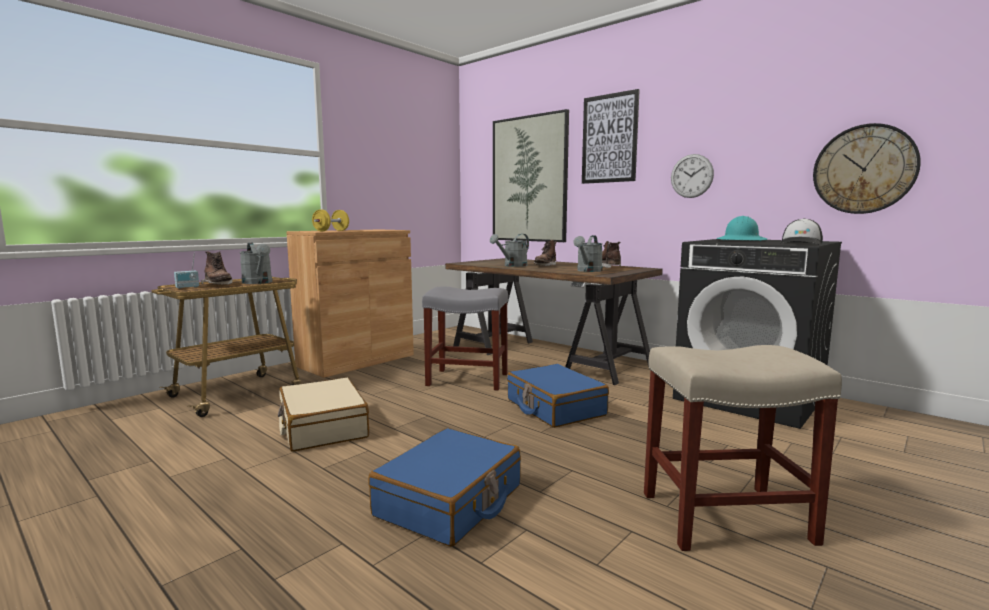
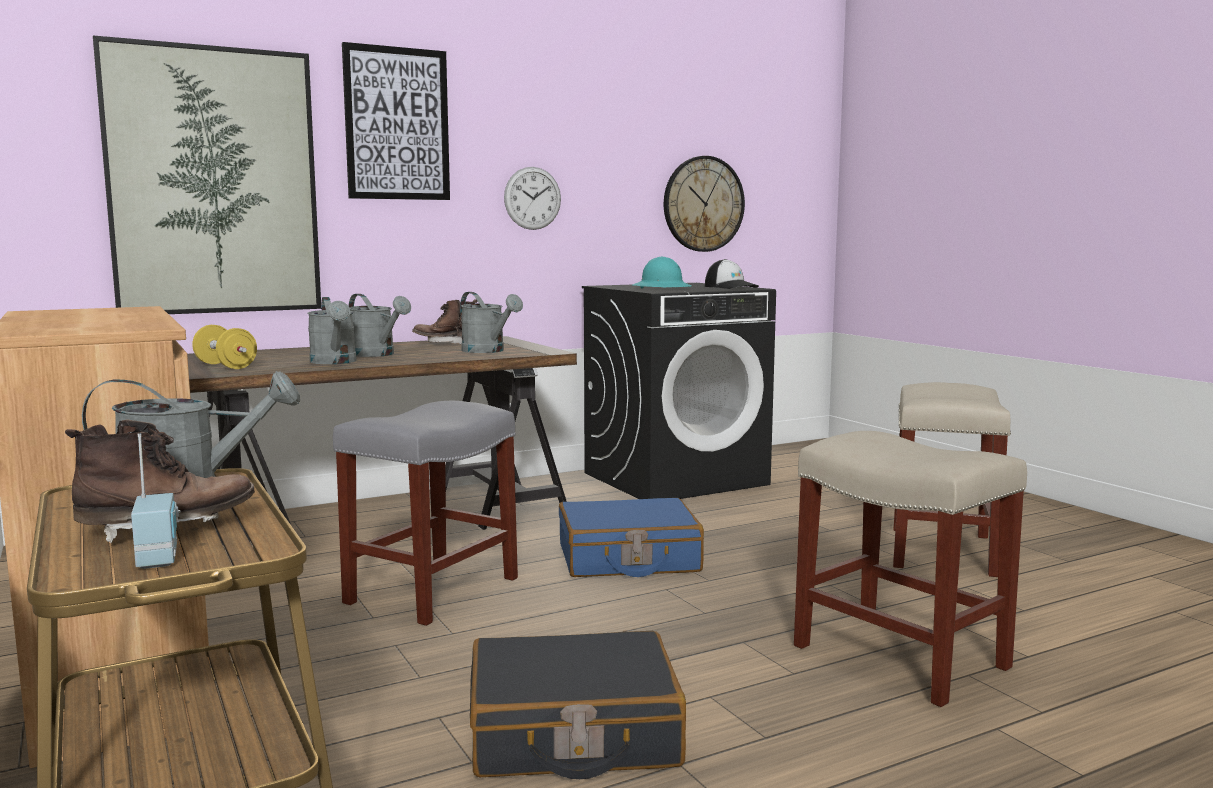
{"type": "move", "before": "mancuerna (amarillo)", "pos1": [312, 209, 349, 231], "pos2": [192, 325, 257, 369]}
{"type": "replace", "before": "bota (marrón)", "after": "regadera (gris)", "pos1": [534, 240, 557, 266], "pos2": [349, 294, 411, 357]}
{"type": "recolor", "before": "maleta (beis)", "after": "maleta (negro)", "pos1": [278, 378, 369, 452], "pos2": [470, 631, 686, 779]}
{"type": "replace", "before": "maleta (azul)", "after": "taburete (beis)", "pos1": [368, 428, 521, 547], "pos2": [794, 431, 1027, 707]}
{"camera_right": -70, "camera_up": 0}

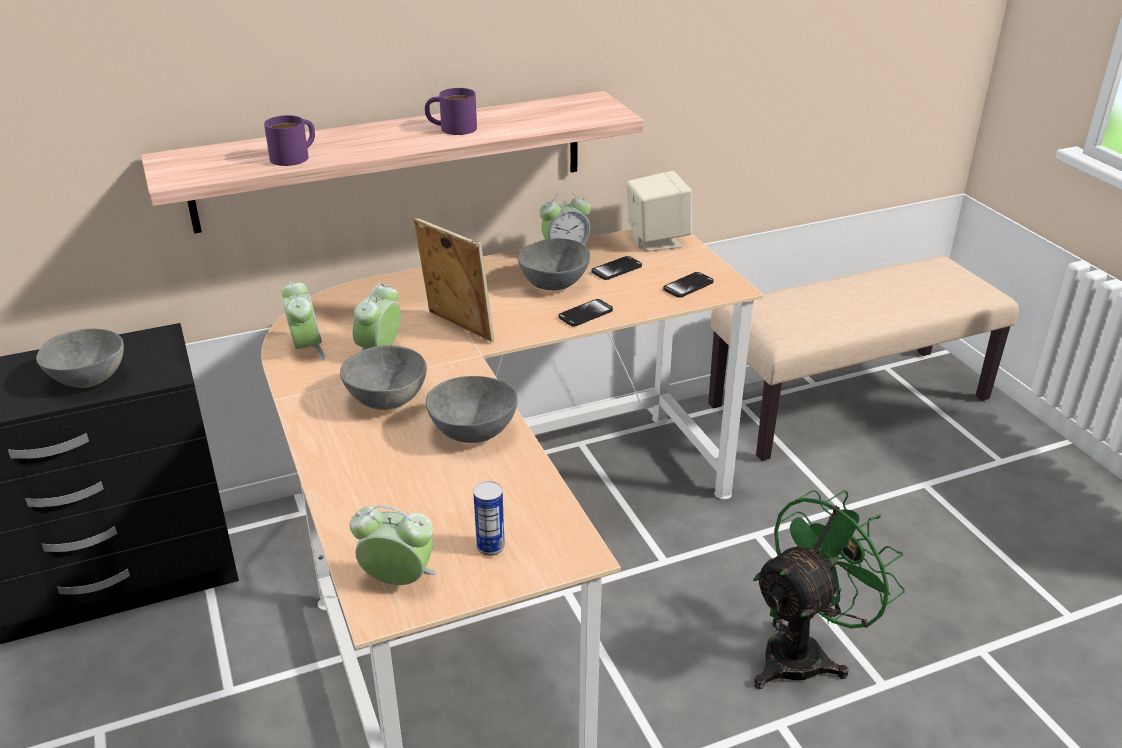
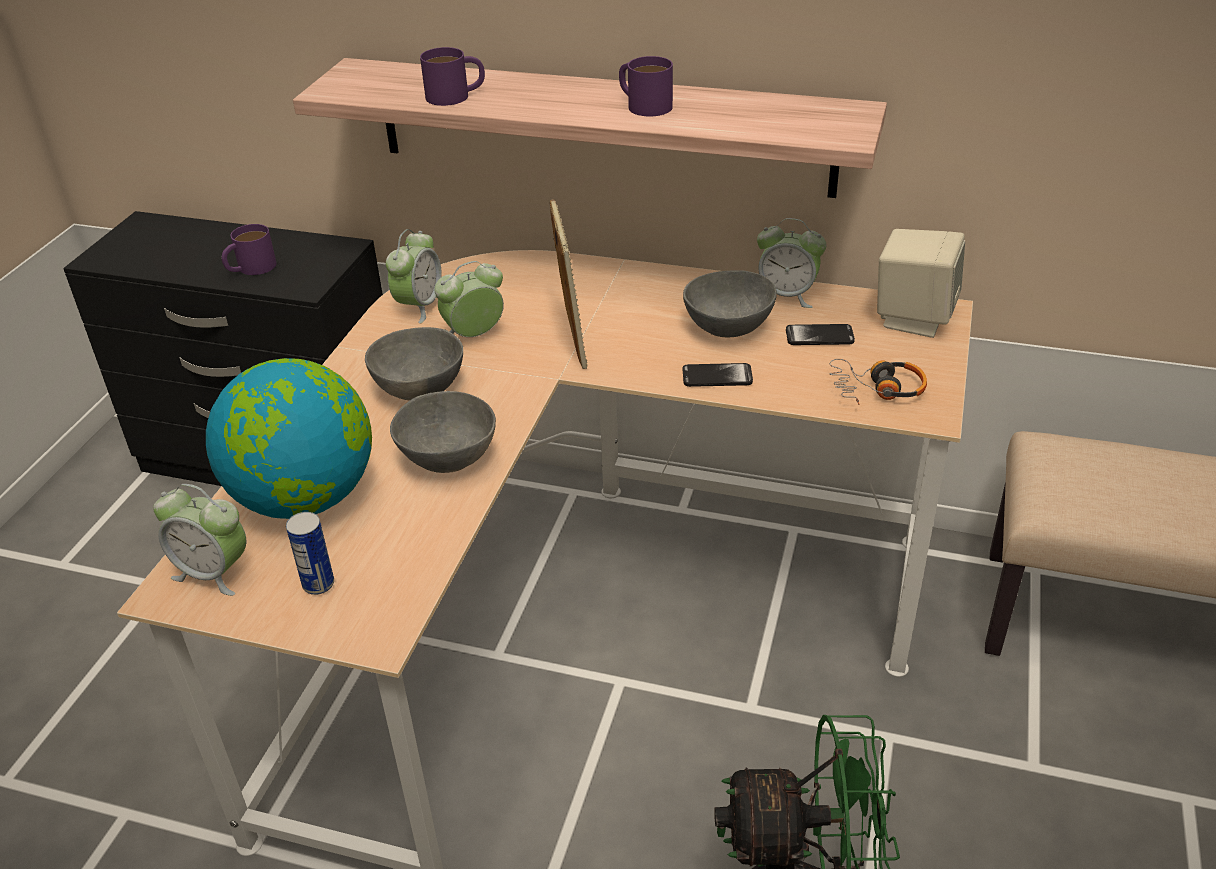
{"type": "replace", "before": "móvil", "after": "auriculares", "pos1": [663, 272, 714, 298], "pos2": [829, 359, 927, 405]}
{"type": "replace", "before": "cuenco (gris)", "after": "taza grande (morado)", "pos1": [36, 328, 124, 388], "pos2": [222, 224, 277, 275]}
{"type": "rotate", "before": "despertador", "pos1": [350, 505, 437, 585], "pos2": [153, 484, 246, 596], "turn": 150}
{"type": "insert", "after": "globo terráqueo", "pos2": [206, 358, 372, 519]}
{"camera_right": 40, "camera_up": 5}

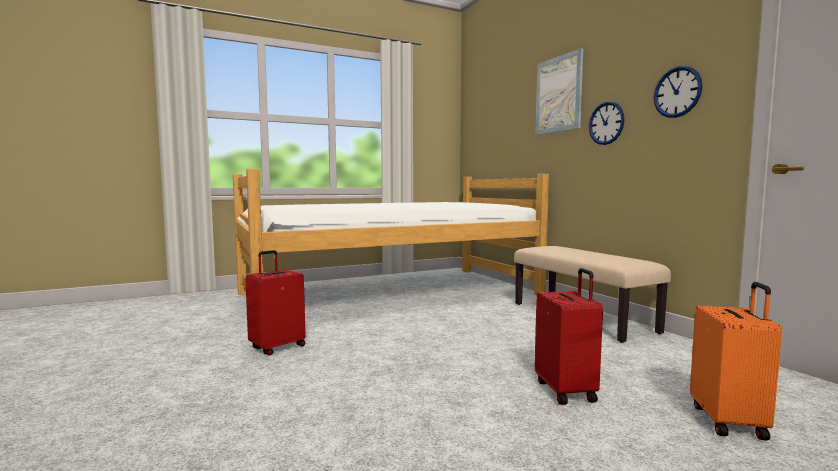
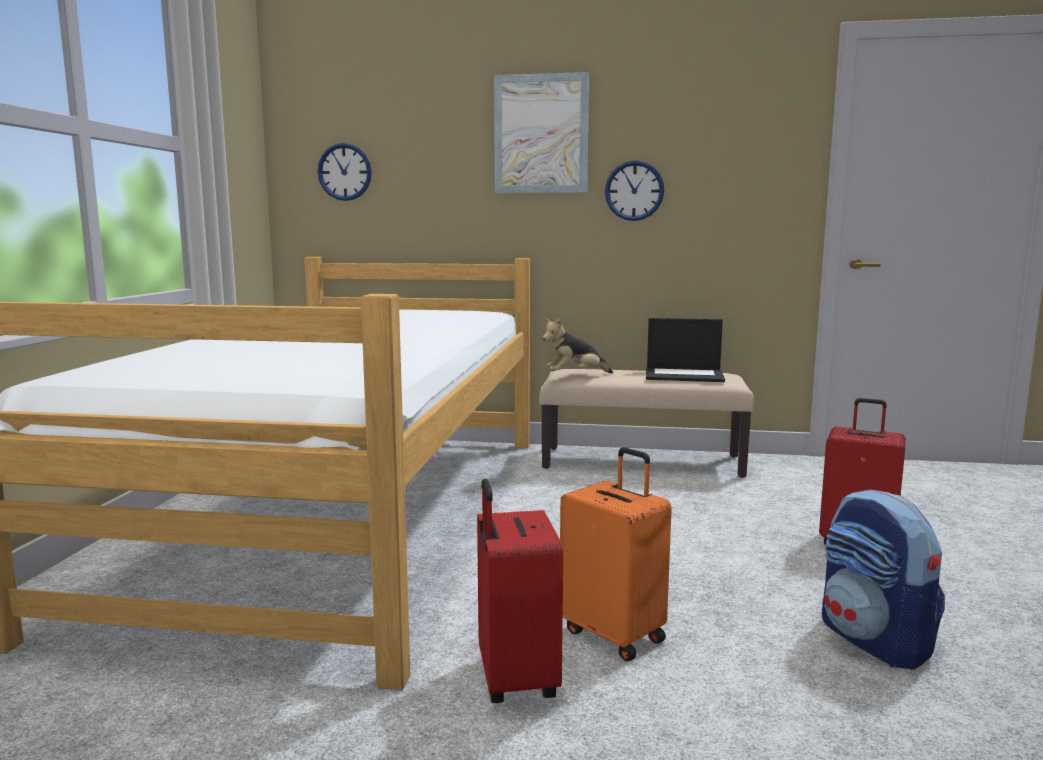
{"type": "move", "before": "reloj de pared", "pos1": [654, 66, 703, 118], "pos2": [318, 143, 372, 201]}
{"type": "move", "before": "maleta (naranja)", "pos1": [690, 282, 782, 441], "pos2": [560, 447, 672, 661]}
{"type": "insert", "after": "peluche", "pos2": [543, 318, 613, 374]}
{"type": "insert", "after": "portátil", "pos2": [646, 318, 725, 382]}
{"type": "insert", "after": "mochila", "pos2": [822, 490, 945, 670]}
{"camera_right": -55, "camera_up": 5}

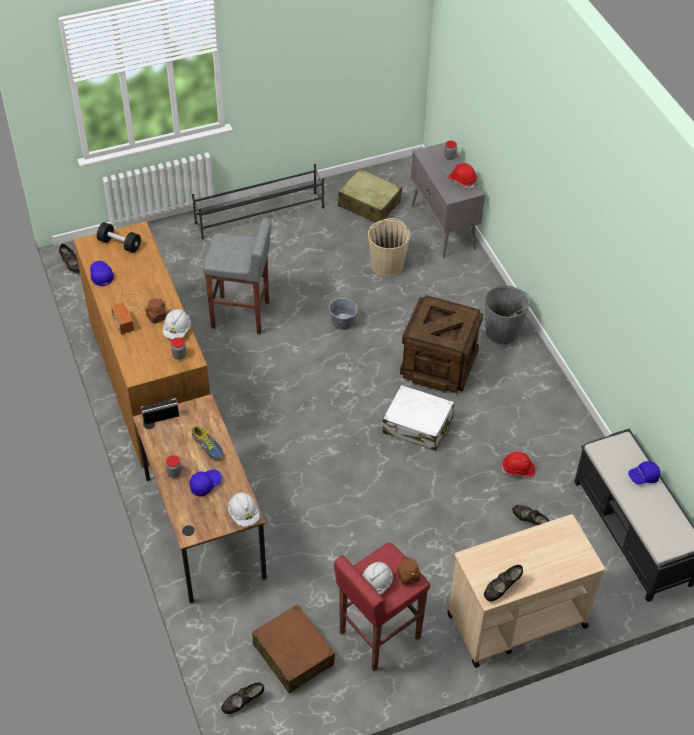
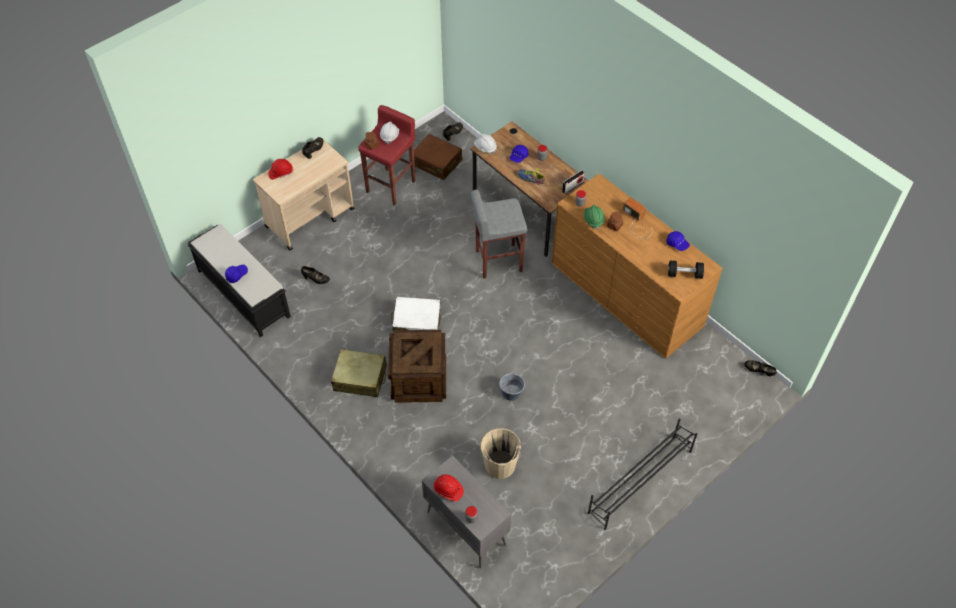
{"type": "move", "before": "maleta (beis)", "pos1": [338, 169, 402, 222], "pos2": [331, 349, 387, 397]}
{"type": "move", "before": "taburete (gris)", "pos1": [202, 218, 271, 335], "pos2": [471, 190, 527, 279]}
{"type": "delete", "before": "cubo (gris)", "pos1": [485, 284, 531, 344]}
{"type": "recolor", "before": "casco (blanco)", "after": "casco (verde)", "pos1": [163, 309, 191, 339], "pos2": [584, 205, 605, 229]}
{"type": "move", "before": "casco (rojo)", "pos1": [501, 452, 535, 477], "pos2": [269, 159, 293, 180]}
{"camera_right": 160, "camera_up": 5}

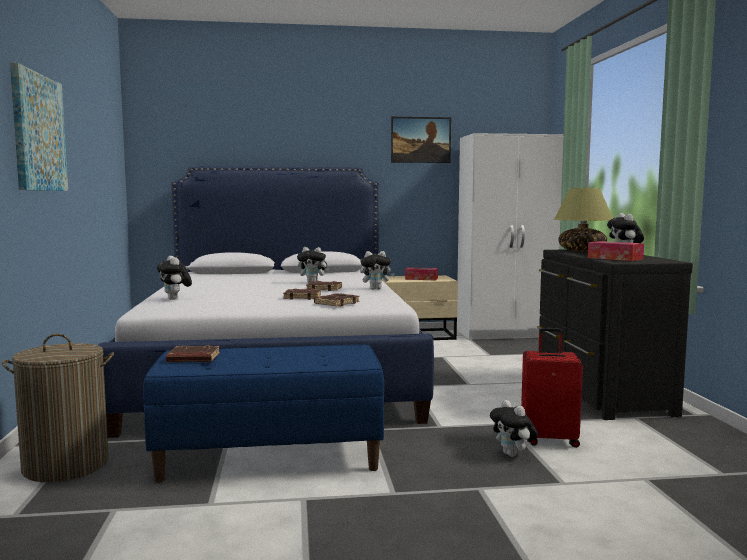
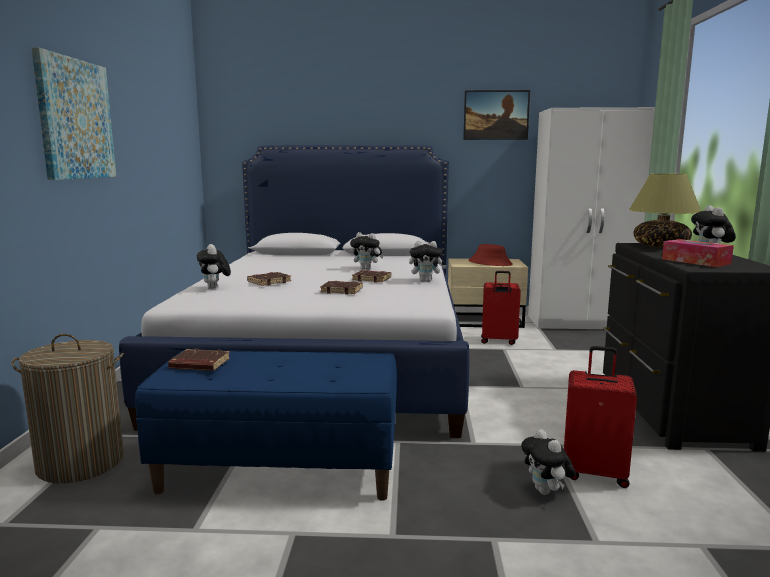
{"type": "replace", "before": "caja de pañuelos", "after": "sombrero (rojo)", "pos1": [405, 267, 438, 280], "pos2": [469, 244, 513, 266]}
{"type": "move", "before": "libro (marrón)", "pos1": [314, 293, 360, 307], "pos2": [247, 272, 291, 286]}
{"type": "insert", "after": "maleta (rojo)", "pos2": [481, 271, 521, 345]}
{"camera_right": 10, "camera_up": 5}

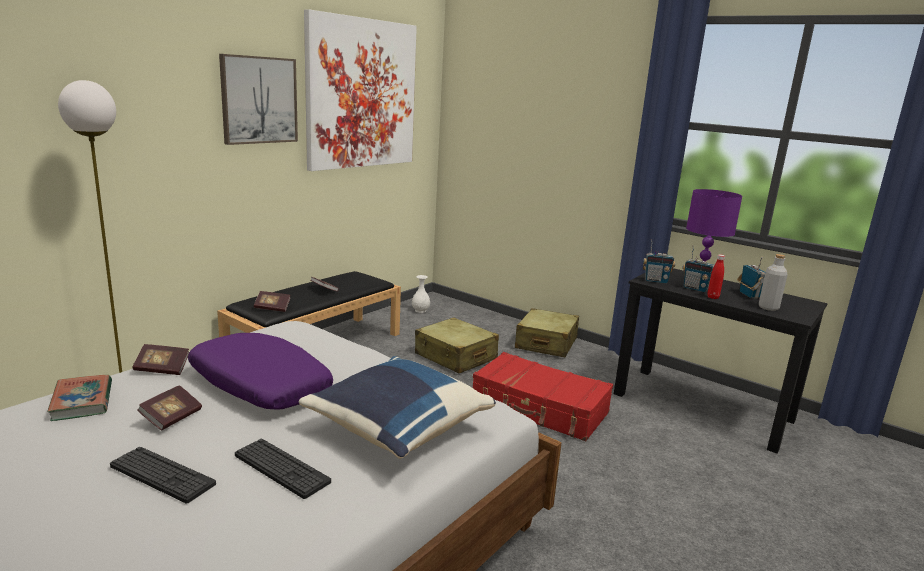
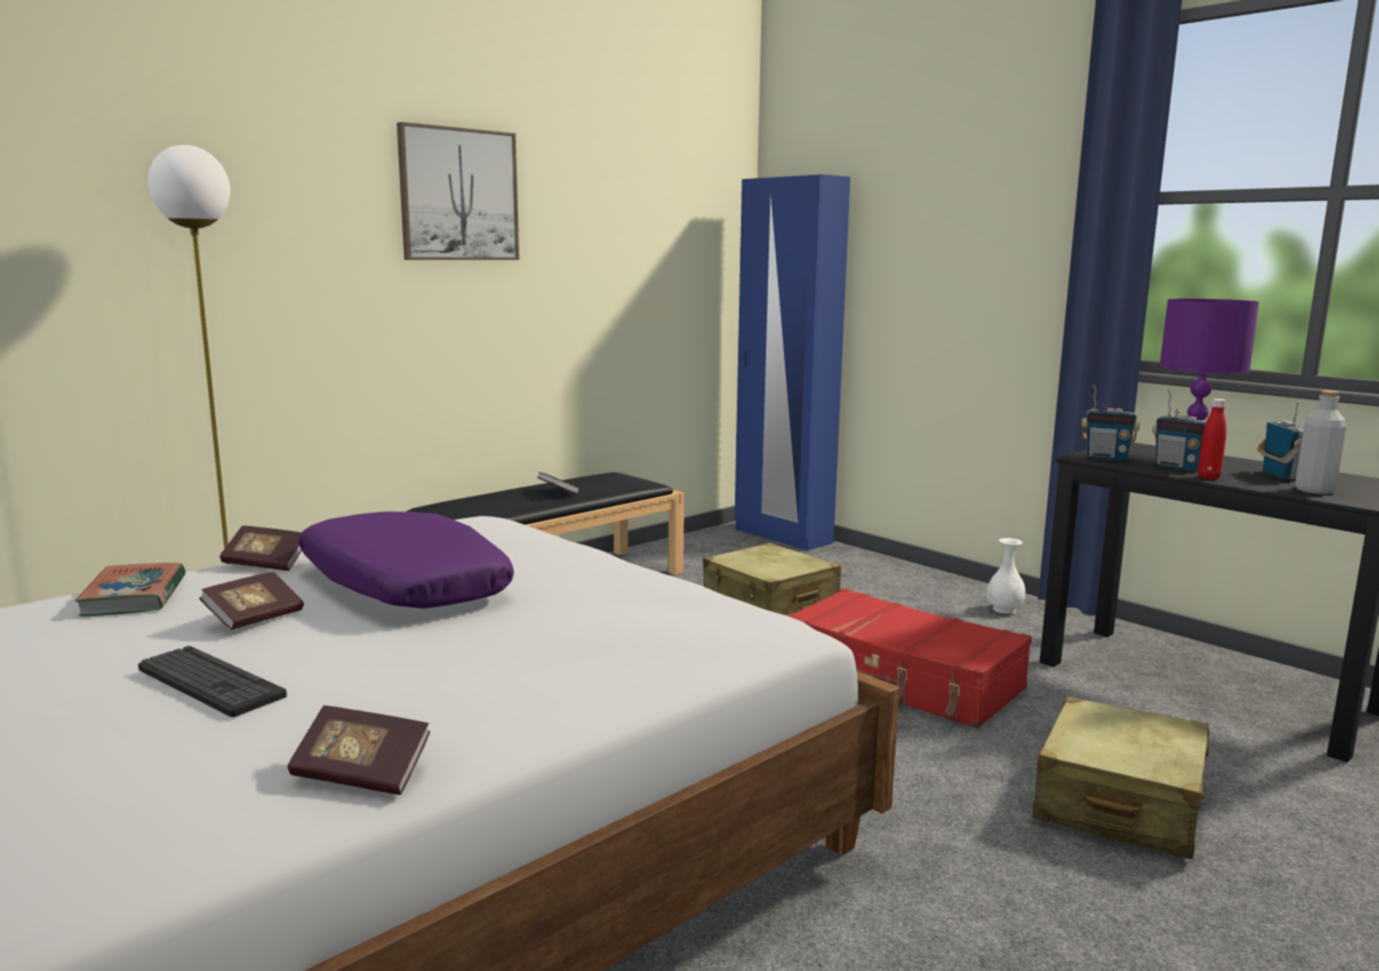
{"type": "delete", "before": "cuadro", "pos1": [304, 9, 417, 171]}
{"type": "move", "before": "florero (blanco)", "pos1": [412, 275, 430, 313], "pos2": [987, 538, 1025, 614]}
{"type": "move", "before": "libro", "pos1": [254, 291, 291, 312], "pos2": [288, 705, 430, 795]}
{"type": "move", "before": "maleta (beis)", "pos1": [515, 308, 579, 357], "pos2": [1033, 696, 1209, 859]}
{"type": "delete", "before": "cojín (azul)", "pos1": [299, 356, 496, 459]}
{"type": "delete", "before": "teclado", "pos1": [235, 439, 331, 499]}
{"type": "insert", "after": "armario ropero (azul)", "pos2": [735, 174, 850, 551]}
{"camera_right": 10, "camera_up": -5}

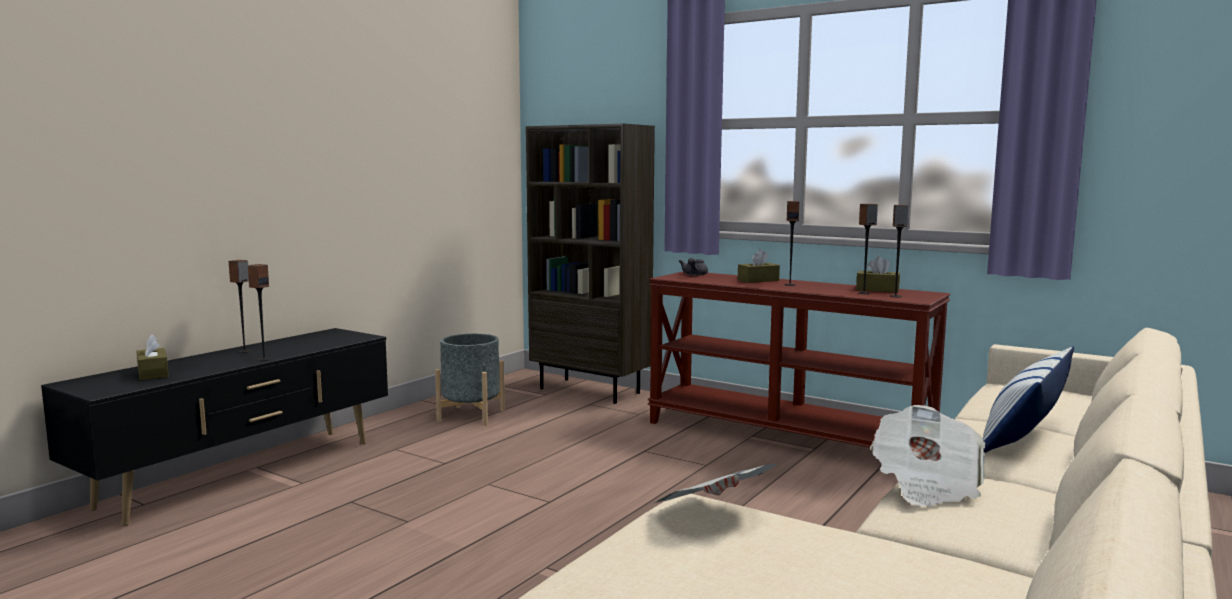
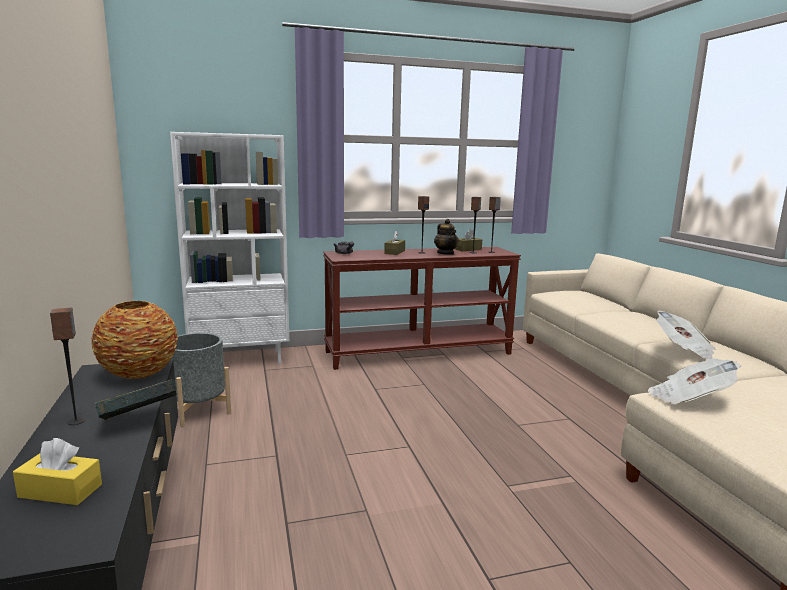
{"type": "recolor", "before": "estantería (marrón)", "after": "estantería (blanco)", "pos1": [526, 124, 655, 404], "pos2": [170, 132, 289, 364]}
{"type": "replace", "before": "altavoz", "after": "libro", "pos1": [248, 264, 271, 361], "pos2": [95, 379, 177, 420]}
{"type": "recolor", "before": "caja de pañuelos (marrón)", "after": "caja de pañuelos (amarillo)", "pos1": [136, 334, 169, 380], "pos2": [13, 438, 102, 505]}
{"type": "delete", "before": "cojín", "pos1": [983, 346, 1074, 453]}
{"type": "insert", "after": "tetera", "pos2": [434, 219, 459, 255]}
{"type": "insert", "after": "florero", "pos2": [91, 301, 178, 379]}
{"camera_right": -50, "camera_up": 5}

